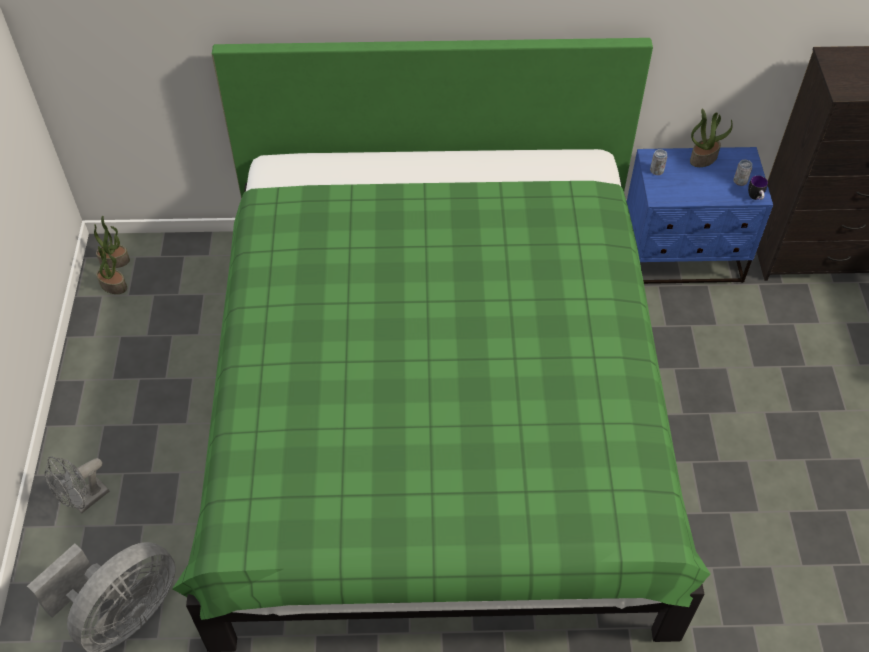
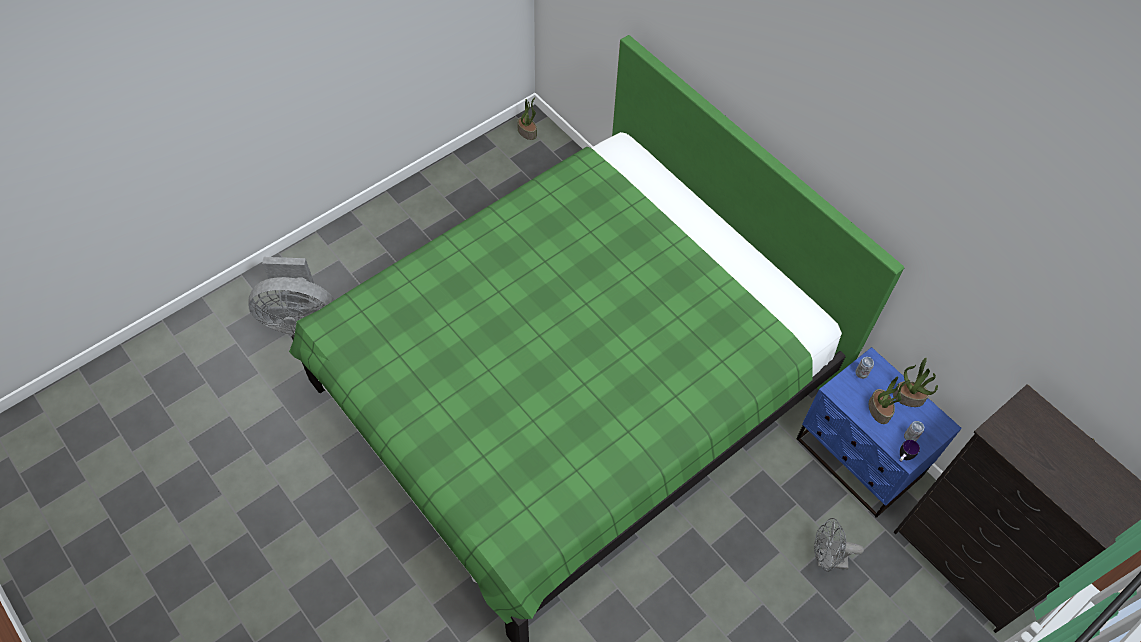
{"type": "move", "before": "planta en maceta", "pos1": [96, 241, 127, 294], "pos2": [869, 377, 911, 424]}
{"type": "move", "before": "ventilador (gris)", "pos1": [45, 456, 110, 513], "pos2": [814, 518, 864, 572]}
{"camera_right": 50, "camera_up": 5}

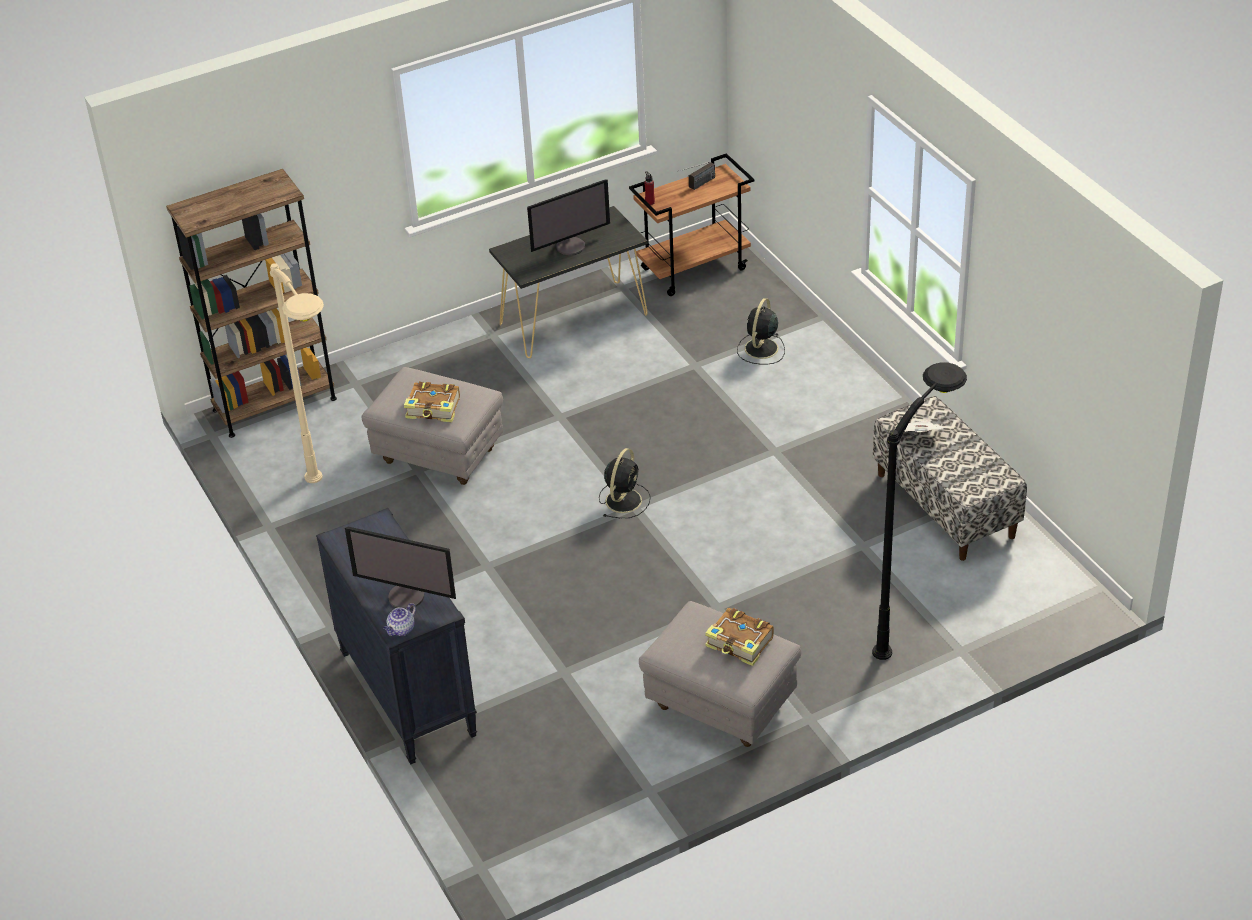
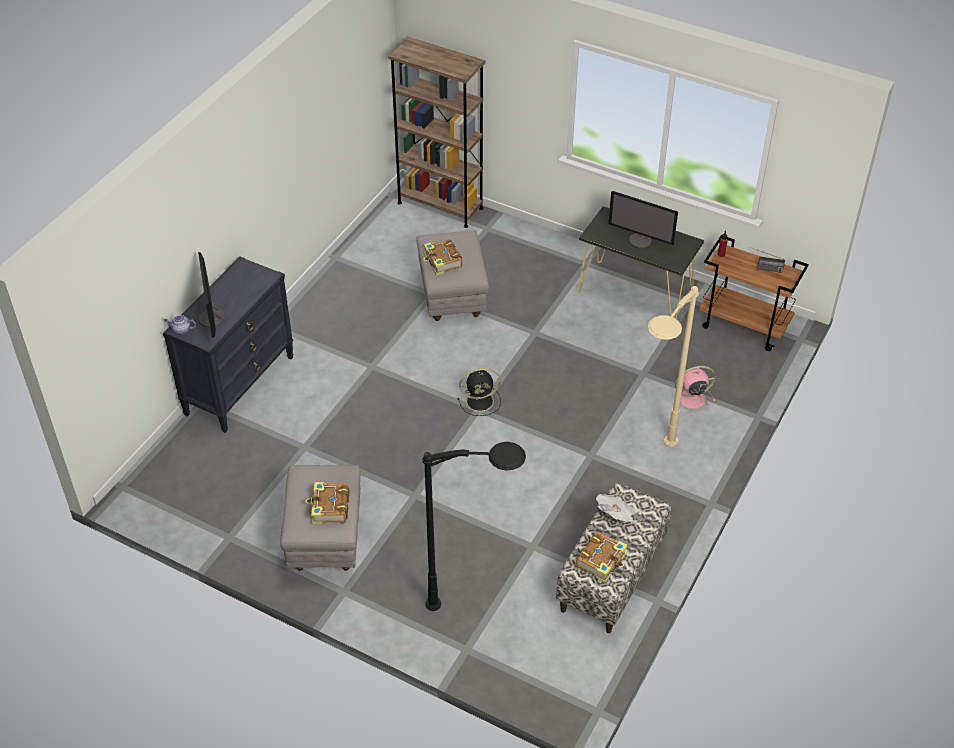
{"type": "move", "before": "lámpara de pie (beis)", "pos1": [270, 263, 324, 483], "pos2": [648, 286, 699, 447]}
{"type": "recolor", "before": "ventilador (negro)", "after": "ventilador (rosa)", "pos1": [737, 298, 785, 365], "pos2": [671, 366, 716, 415]}
{"type": "insert", "after": "libro", "pos2": [576, 532, 628, 583]}
{"camera_right": 55, "camera_up": 5}

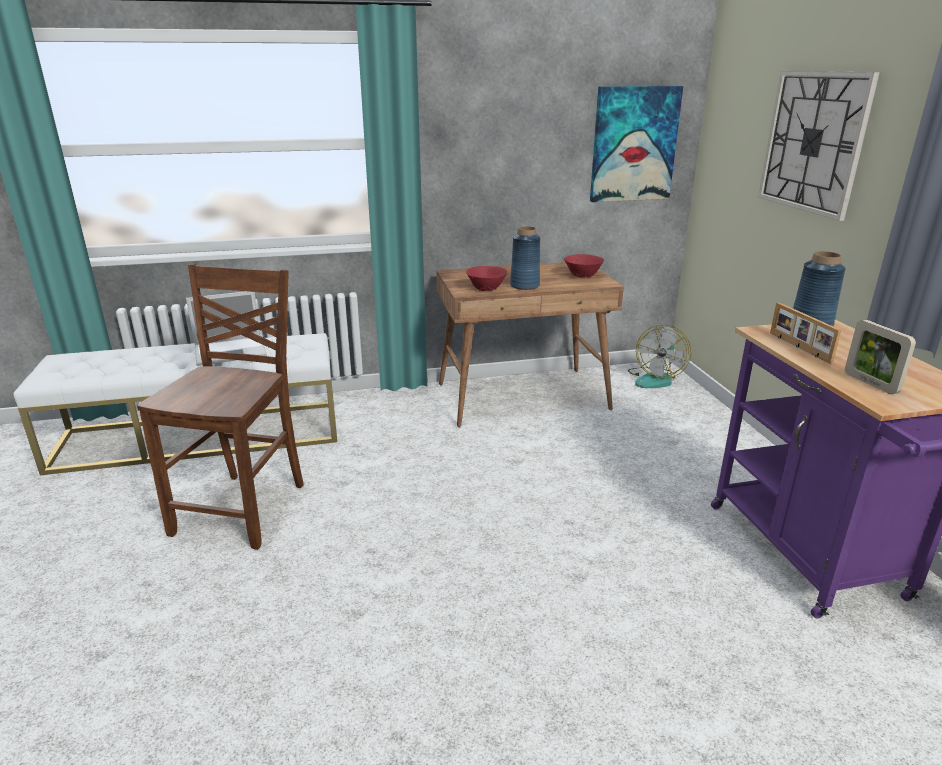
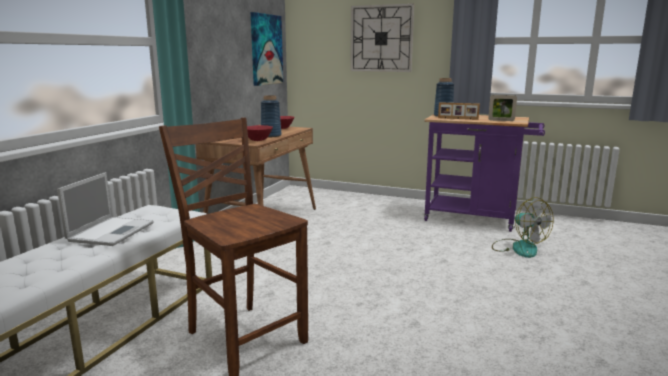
{"type": "move", "before": "ventilador", "pos1": [628, 325, 691, 388], "pos2": [492, 197, 554, 258]}
{"camera_right": -55, "camera_up": -10}

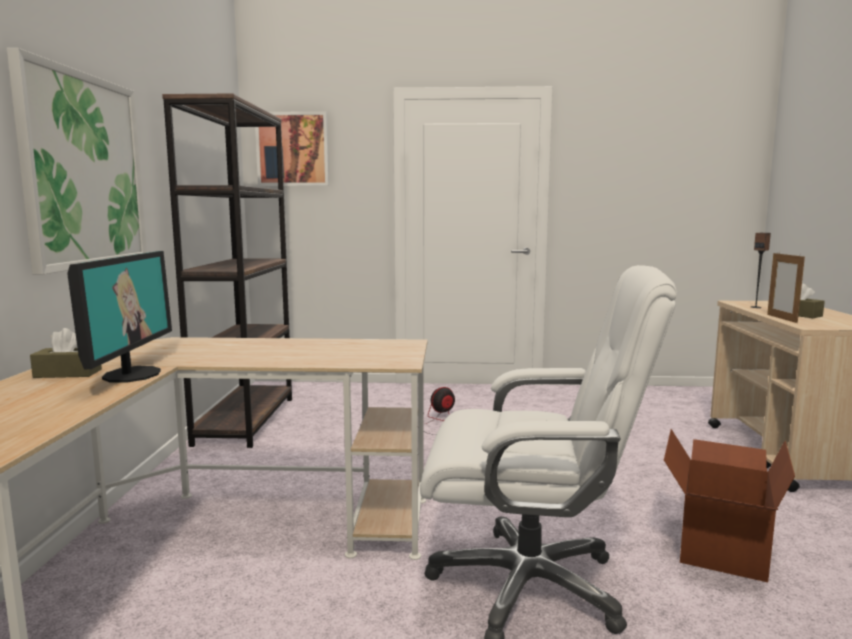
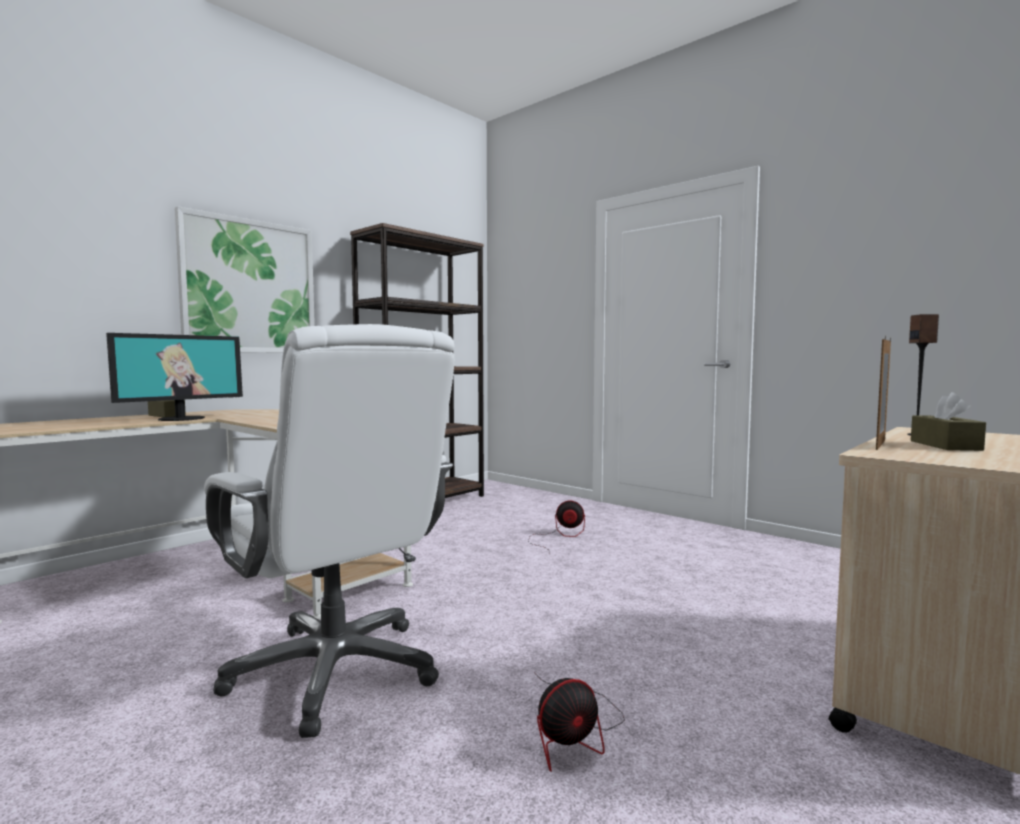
{"type": "delete", "before": "cuadro", "pos1": [255, 111, 329, 186]}
{"type": "replace", "before": "caja de cartón", "after": "ventilador", "pos1": [664, 429, 795, 582], "pos2": [534, 672, 625, 772]}
{"camera_right": 40, "camera_up": -5}

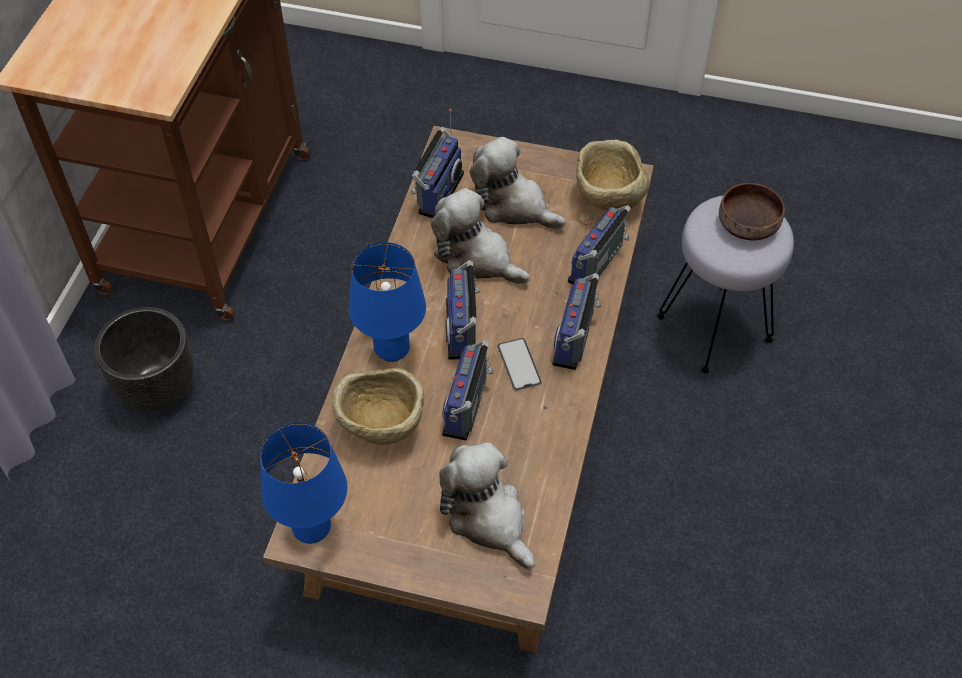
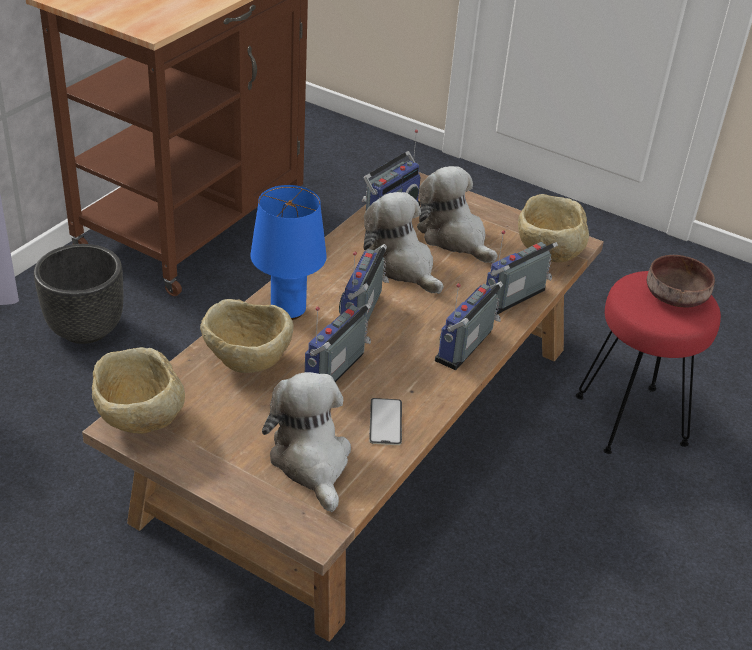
{"type": "recolor", "before": "taburete (gris)", "after": "taburete (rojo)", "pos1": [657, 195, 794, 374], "pos2": [576, 271, 721, 454]}
{"type": "move", "before": "móvil", "pos1": [498, 338, 542, 391], "pos2": [369, 398, 402, 445]}
{"type": "replace", "before": "lámpara de mesa (azul)", "after": "cuenco (beis)", "pos1": [260, 422, 347, 544], "pos2": [92, 347, 185, 434]}
{"camera_right": 15, "camera_up": -15}

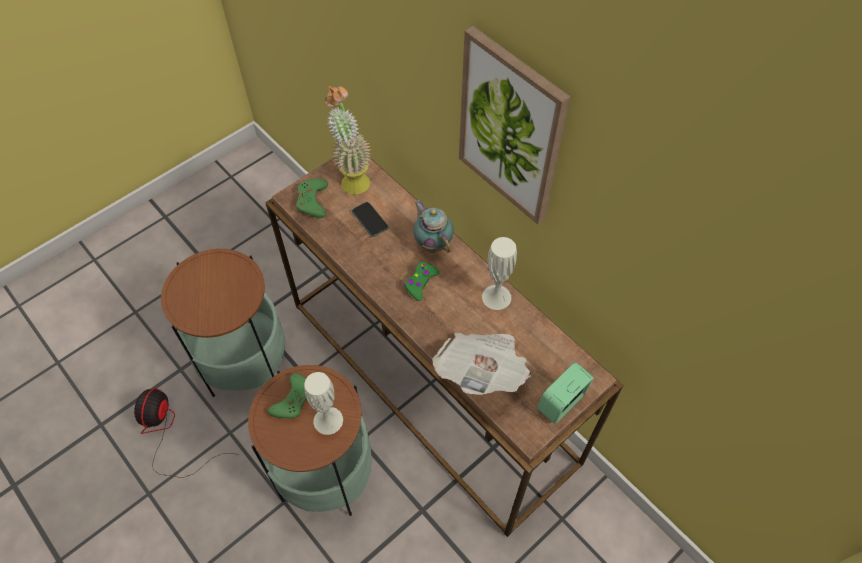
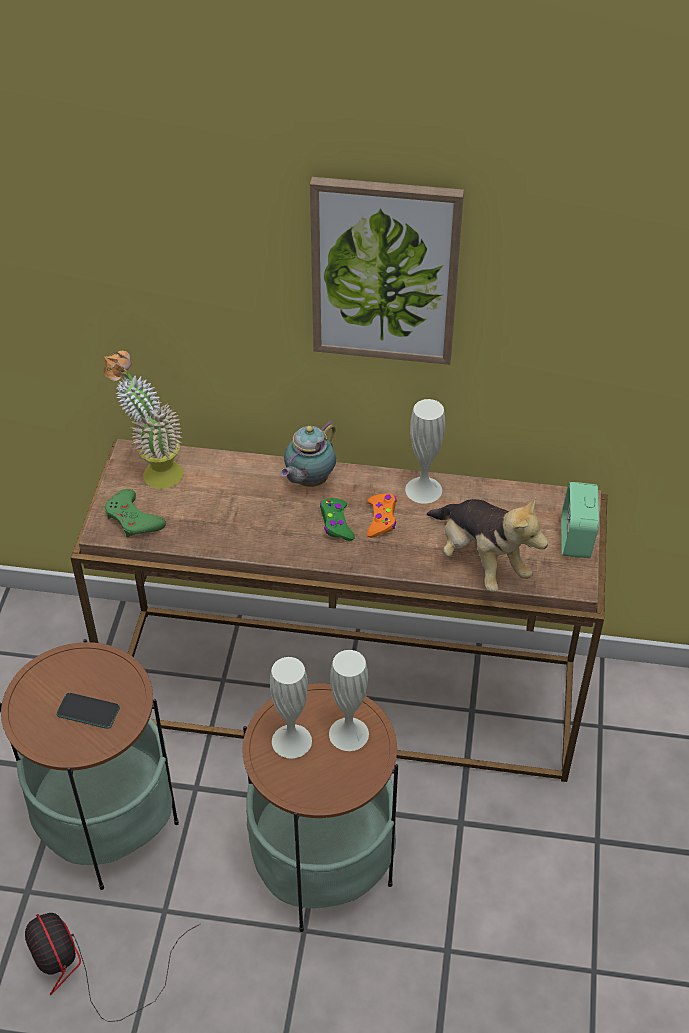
{"type": "rotate", "before": "tetera", "pos1": [413, 200, 454, 253], "pos2": [280, 421, 336, 487], "turn": -75}
{"type": "move", "before": "móvil", "pos1": [352, 202, 389, 237], "pos2": [56, 693, 120, 729]}
{"type": "replace", "before": "periódico", "after": "peluche", "pos1": [432, 333, 531, 395], "pos2": [427, 497, 548, 592]}
{"type": "replace", "before": "mando de consola (verde)", "after": "florero (blanco)", "pos1": [268, 373, 307, 418], "pos2": [270, 657, 312, 759]}
{"type": "insert", "after": "mando de consola (naranja)", "pos2": [367, 493, 397, 538]}
{"camera_right": -40, "camera_up": -10}

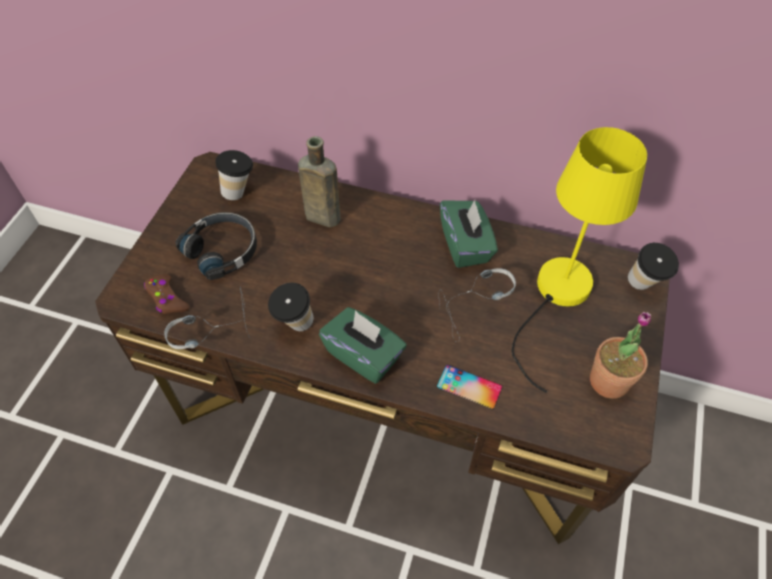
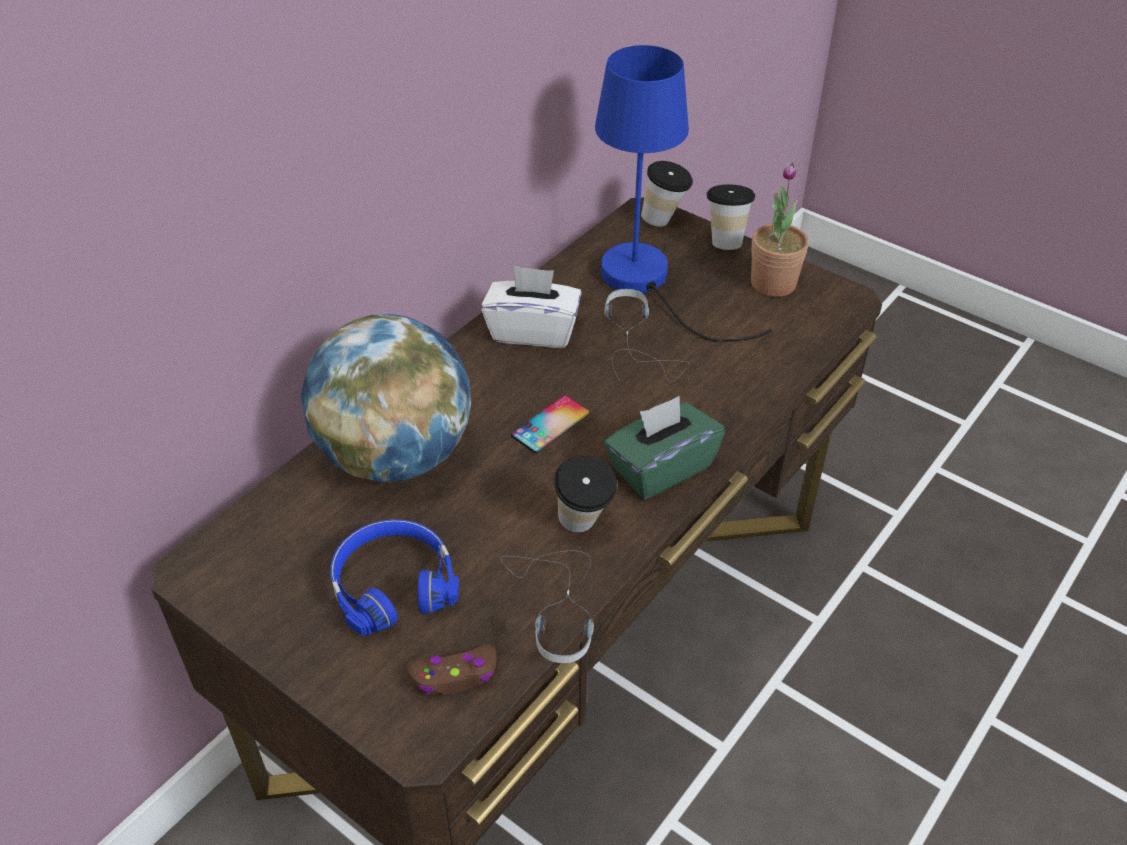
{"type": "recolor", "before": "lámpara de mesa (amarillo)", "after": "lámpara de mesa (azul)", "pos1": [512, 127, 647, 393], "pos2": [595, 45, 772, 342]}
{"type": "replace", "before": "botella (marrón)", "after": "globo terráqueo", "pos1": [298, 136, 341, 227], "pos2": [300, 314, 471, 482]}
{"type": "move", "before": "taza", "pos1": [215, 150, 253, 200], "pos2": [707, 184, 755, 250]}
{"type": "recolor", "before": "caja de pañuelos (verde)", "after": "caja de pañuelos (blanco)", "pos1": [440, 200, 498, 268], "pos2": [481, 266, 581, 348]}
{"type": "recolor", "before": "auriculares (negro)", "after": "auriculares (azul)", "pos1": [175, 212, 257, 280], "pos2": [330, 519, 459, 636]}
{"type": "move", "before": "móvil", "pos1": [437, 365, 502, 409], "pos2": [511, 395, 590, 453]}
{"camera_right": -70, "camera_up": -10}

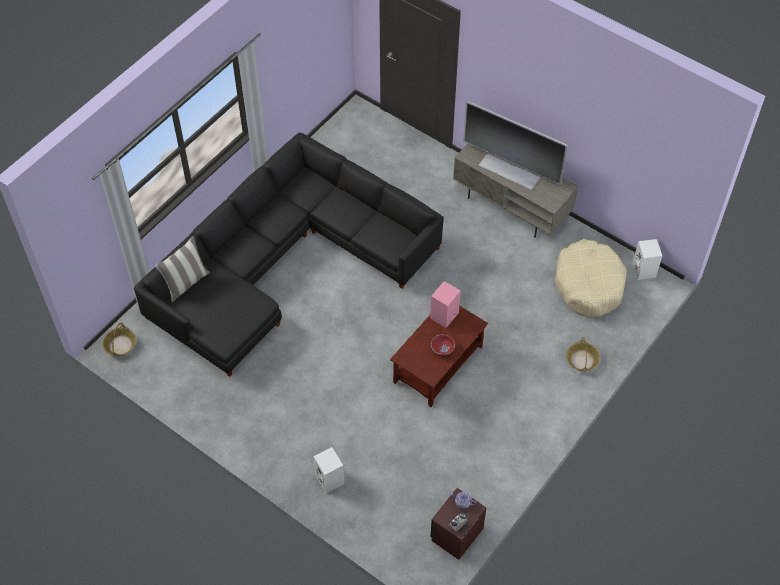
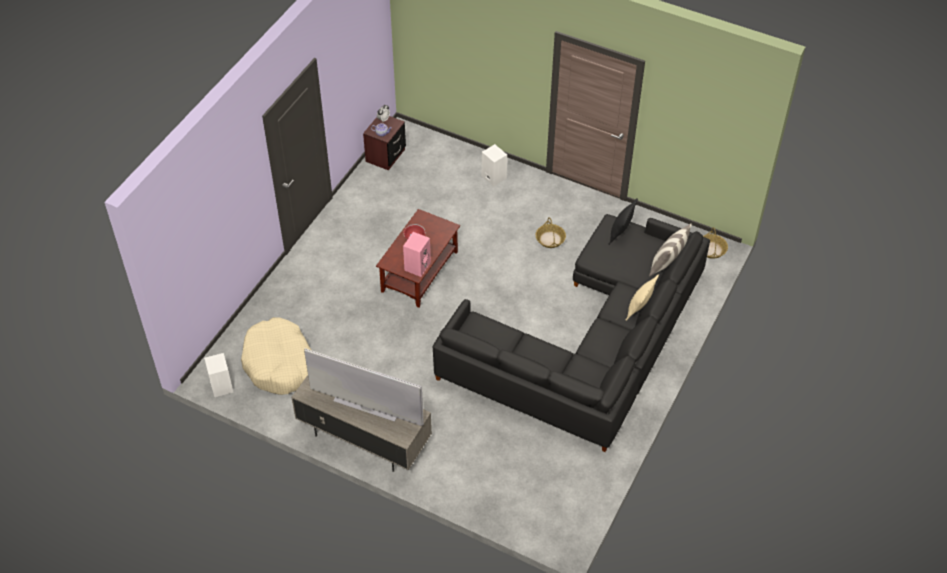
{"type": "move", "before": "cesta", "pos1": [566, 337, 600, 371], "pos2": [535, 217, 566, 248]}
{"type": "insert", "after": "cojín (negro)", "pos2": [609, 198, 638, 245]}
{"type": "insert", "after": "cojín (beis)", "pos2": [625, 274, 659, 321]}
{"camera_right": 170, "camera_up": -5}

